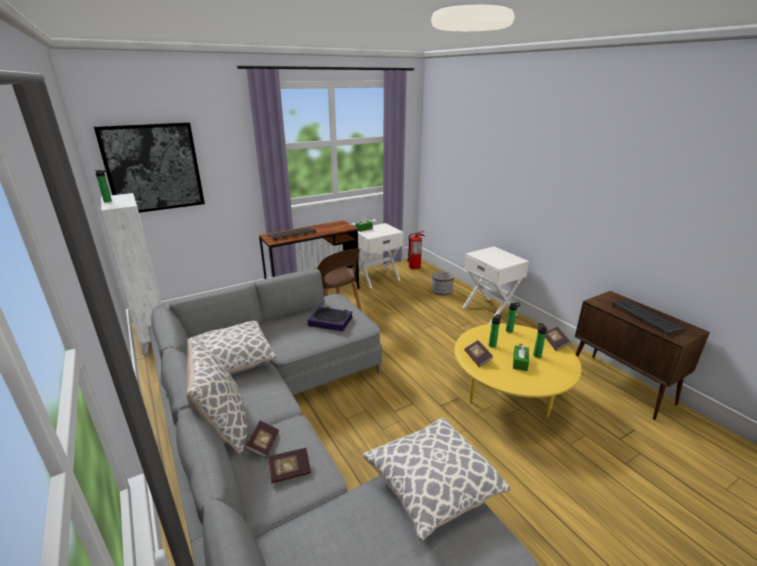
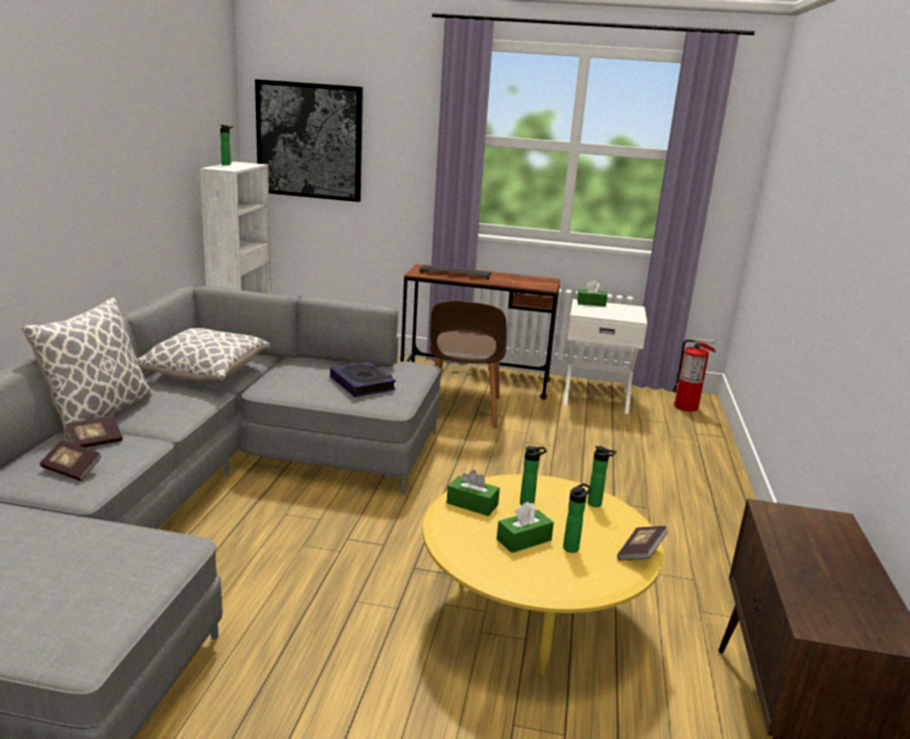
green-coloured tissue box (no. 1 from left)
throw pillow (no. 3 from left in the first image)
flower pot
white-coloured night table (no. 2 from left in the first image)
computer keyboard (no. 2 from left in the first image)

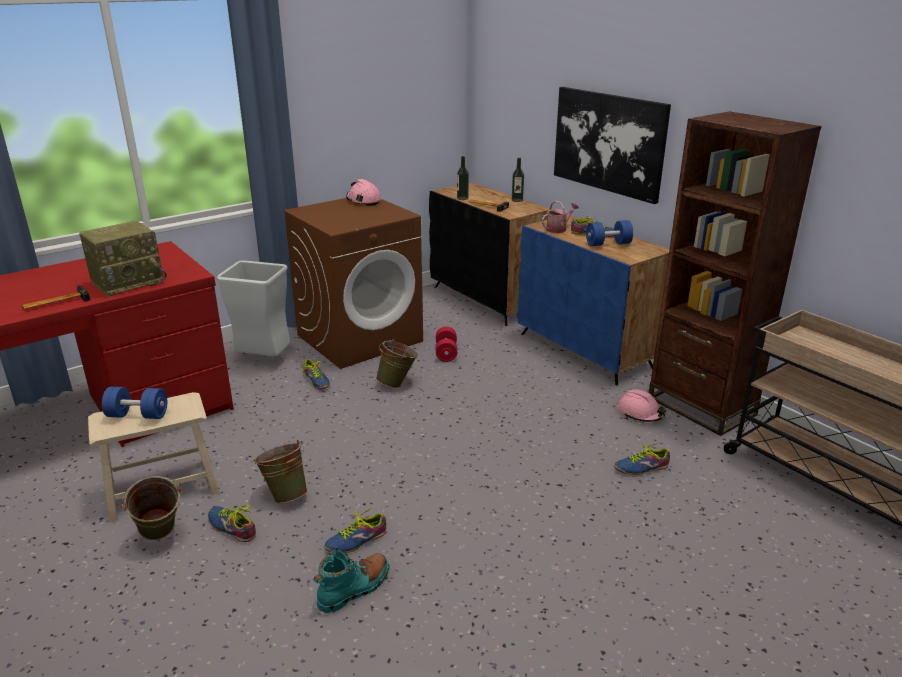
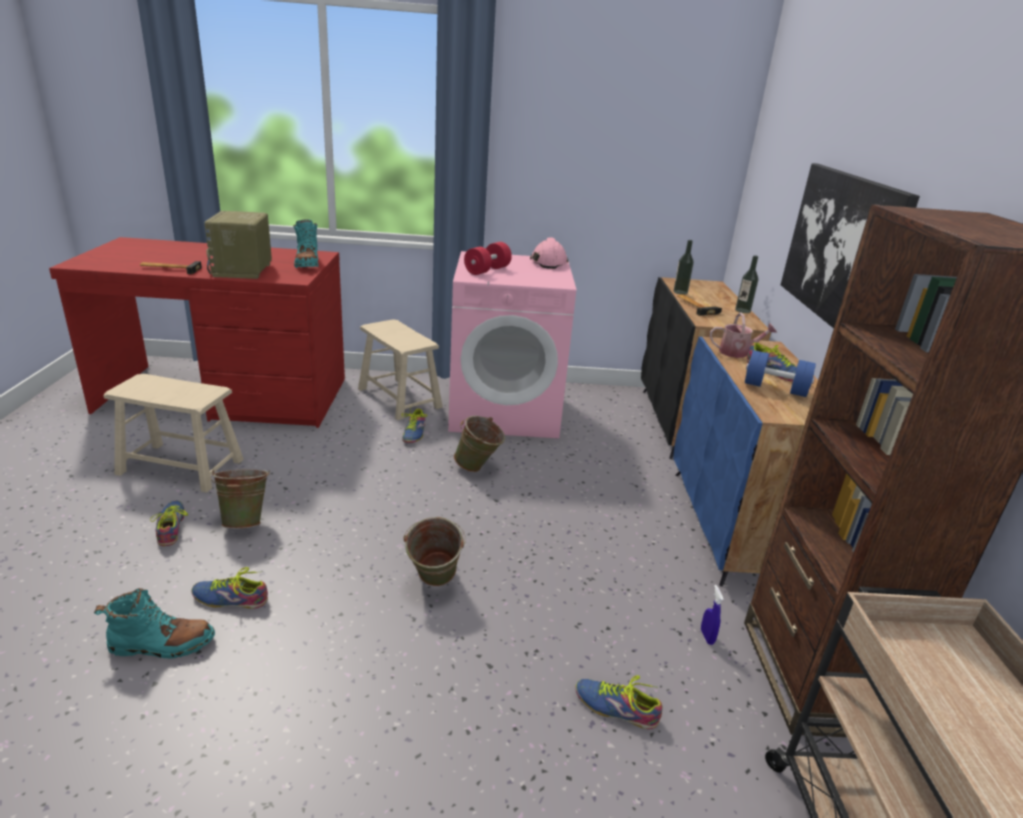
radio set
turquoise boot (no. 2 from left)
sand-coloured sitting stool (no. 2 from left)
green-coloured pail (no. 2 from left)
pink laundry appliance
reddish dumbbell
blue spray bottle
blue dumbbell (no. 1 from left in the first image)

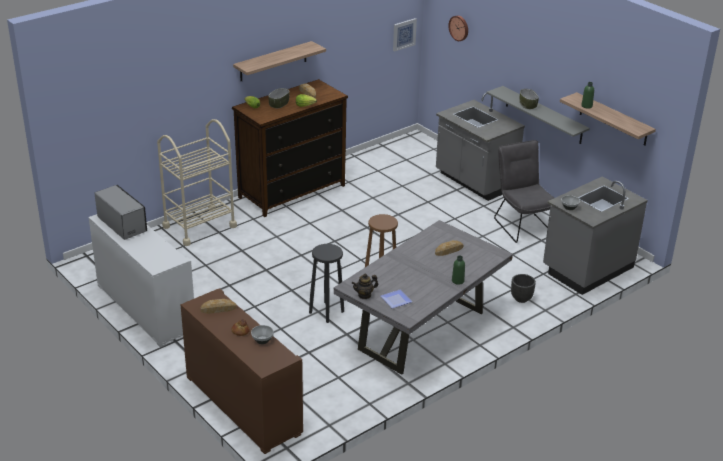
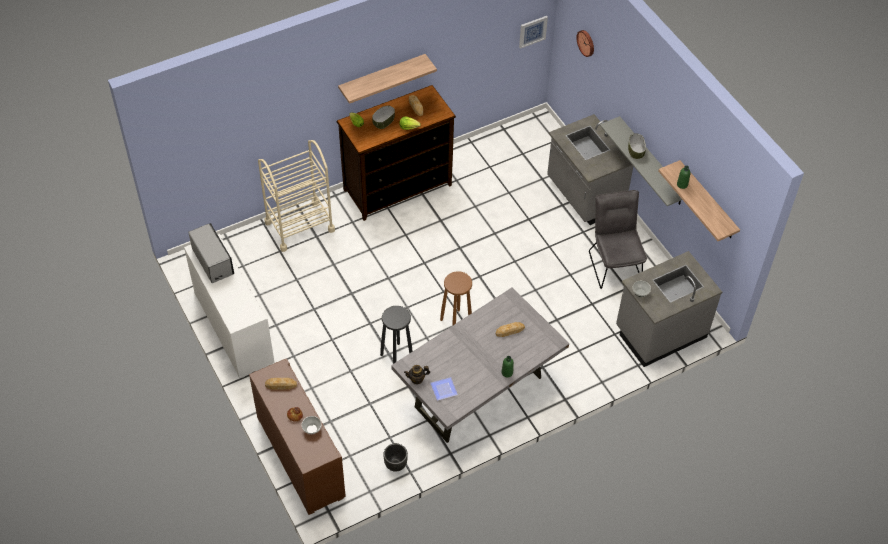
blackish flower pot

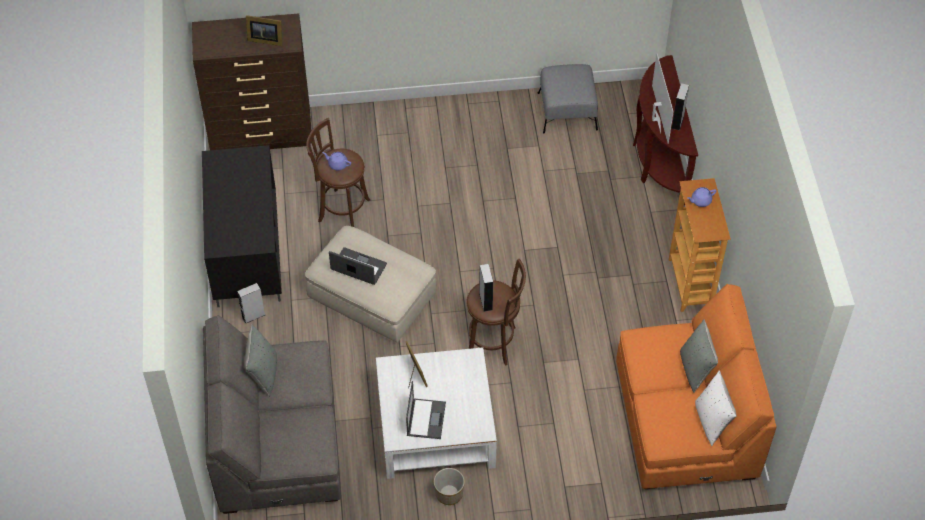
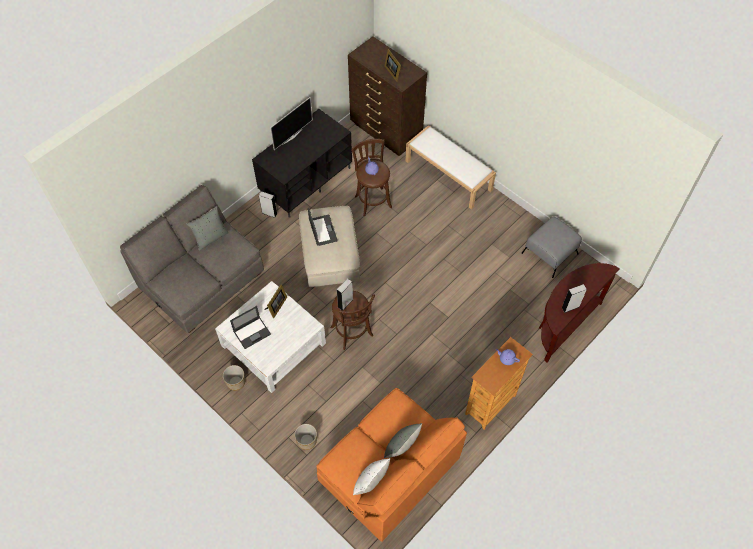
television
flower pot (no. 2 from left)
white-coloured bench

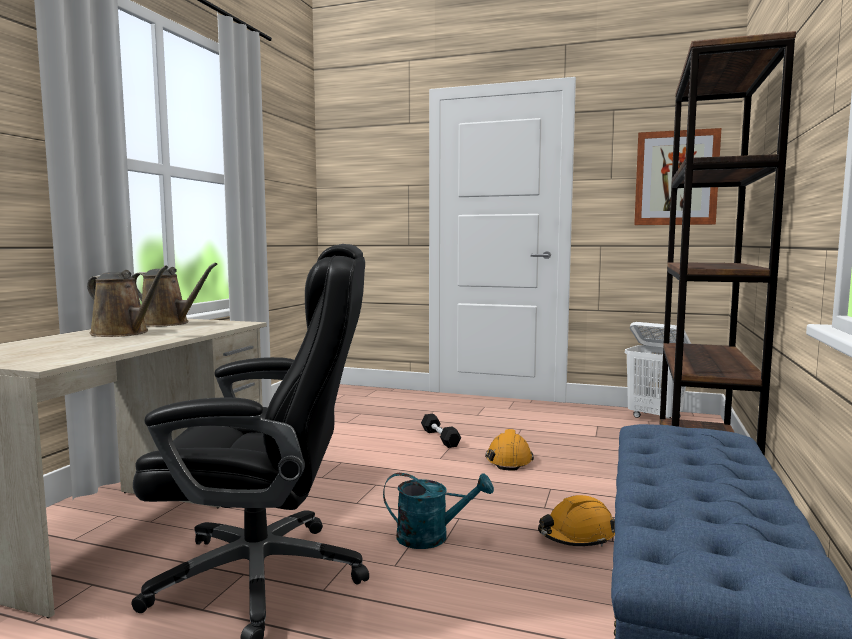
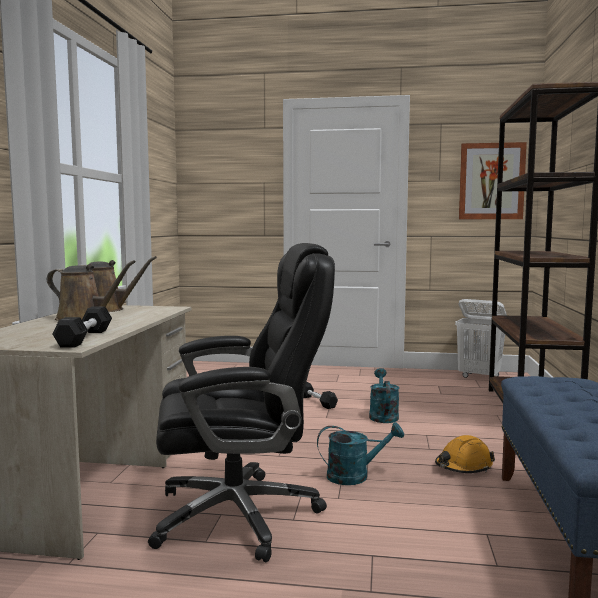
blackish dumbbell (no. 1 from left)
turquoise sprinkling can (no. 2 from left)

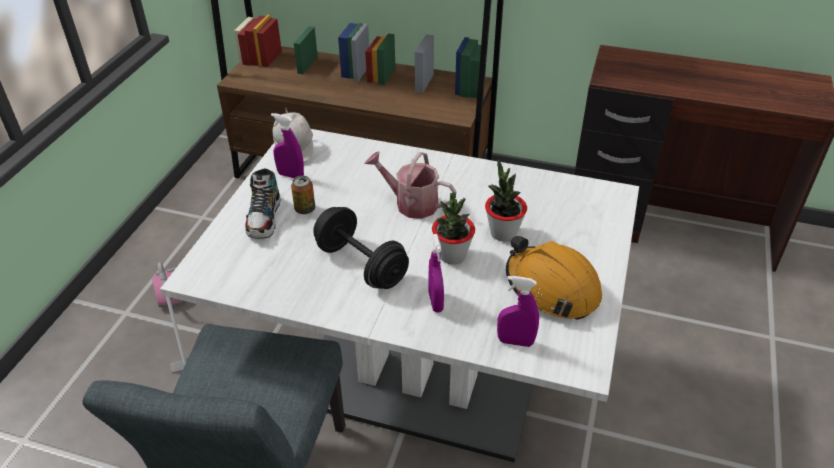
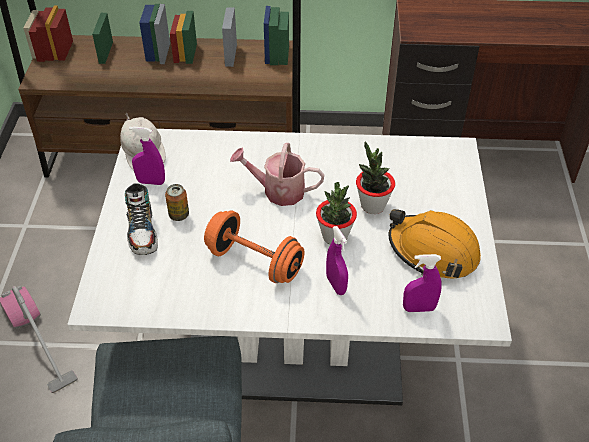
orangey dumbbell

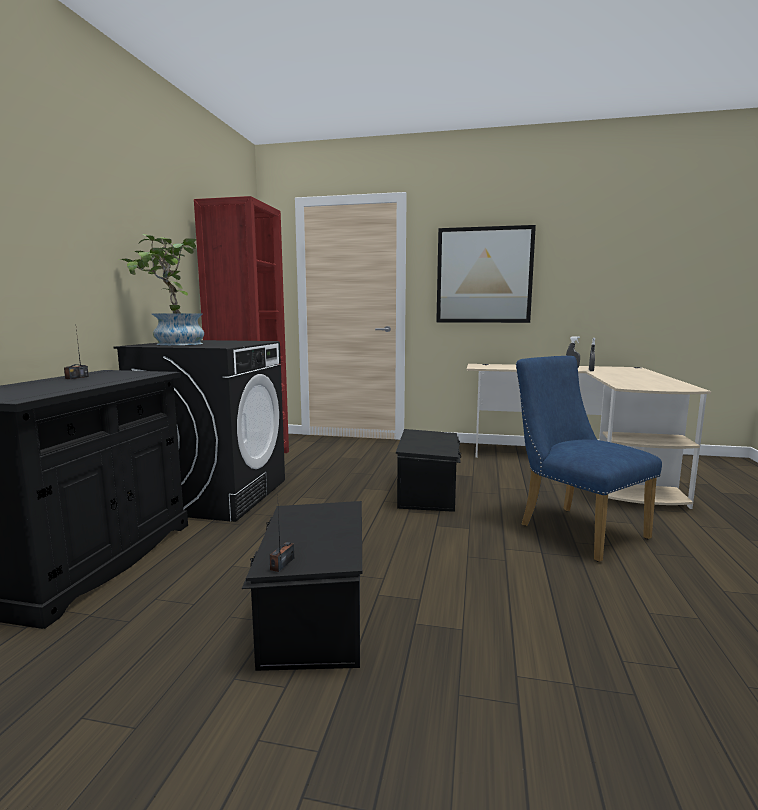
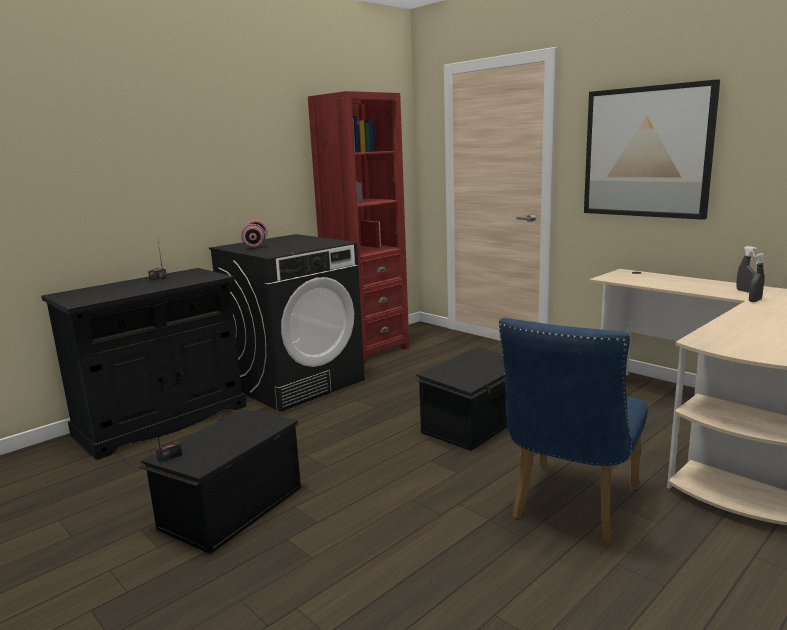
pink dumbbell
blue upright chair

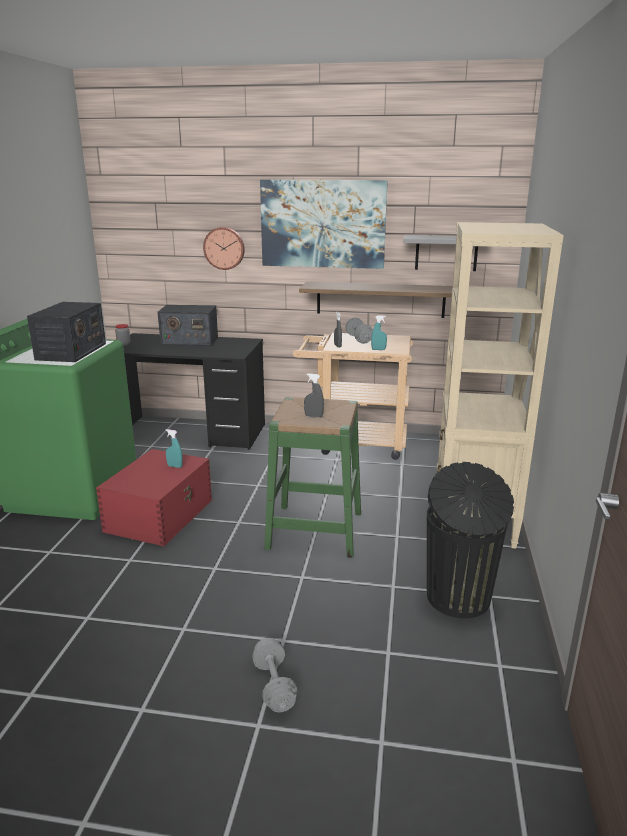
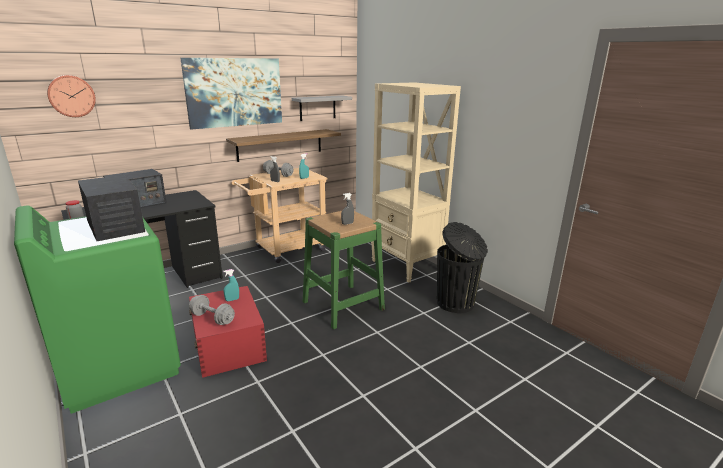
wall clock
gray dumbbell (no. 1 from left)

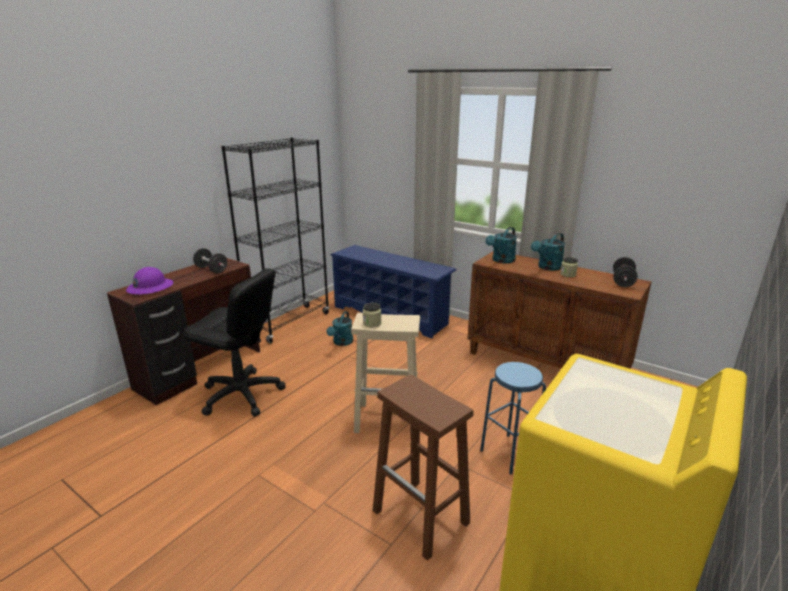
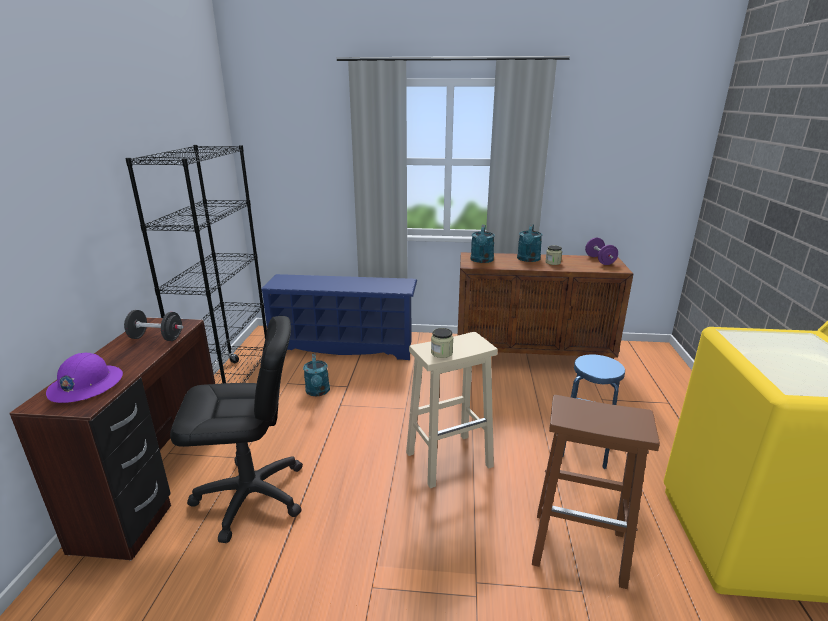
purple dumbbell

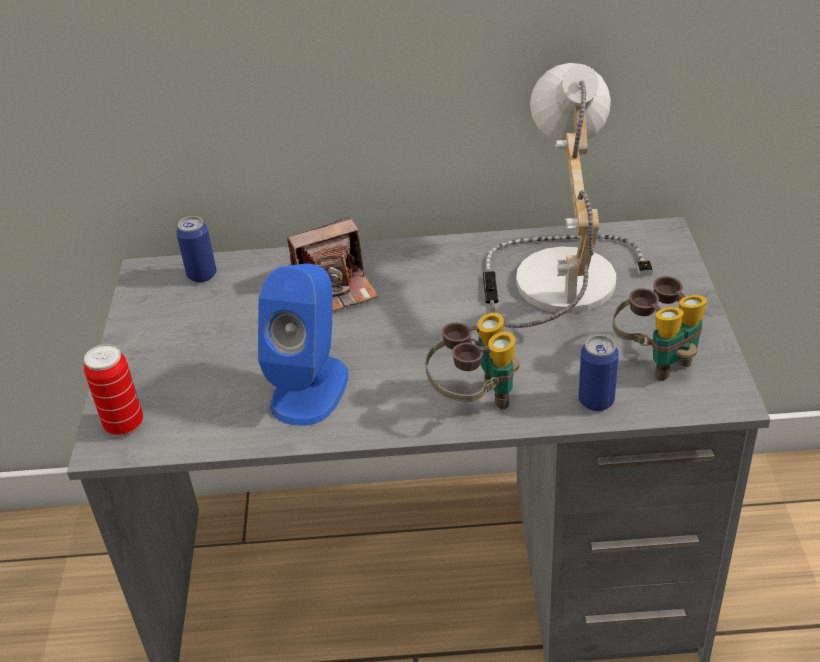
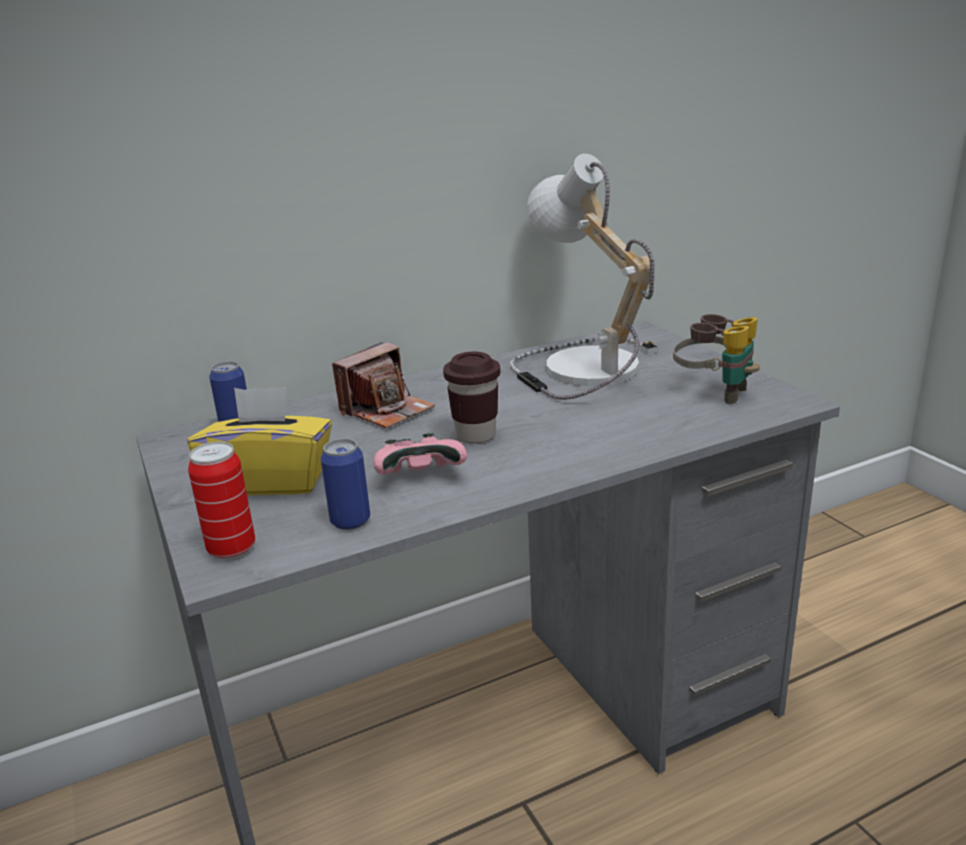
yellowish tissue box
sealed can (no. 3 from left)
pink game controller
brown-coloured small cup
binoculars (no. 1 from left in the first image)

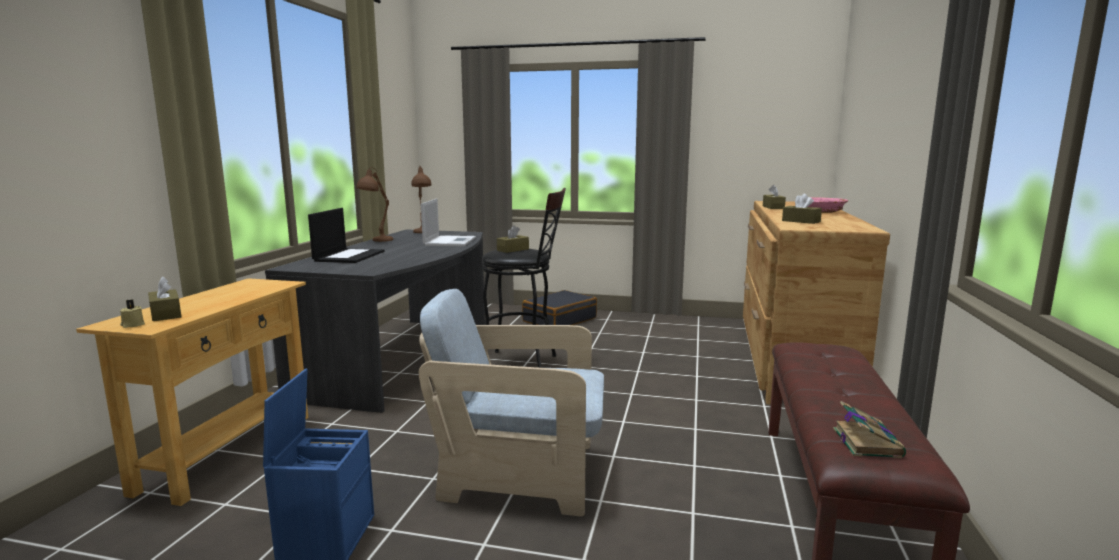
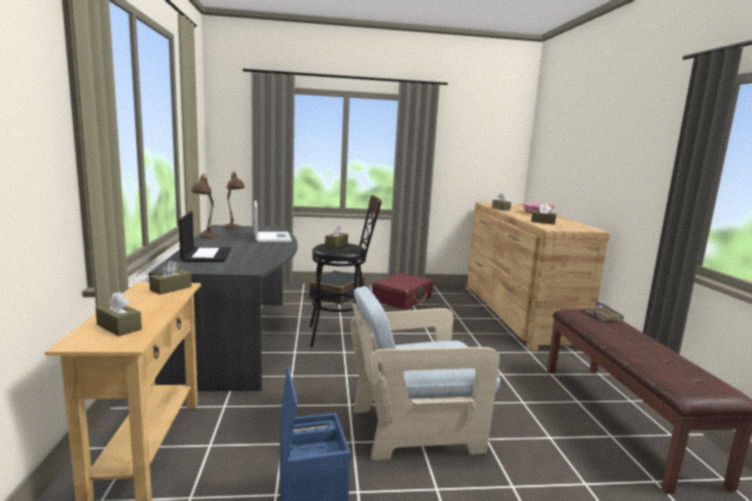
brown-coloured tissue box (no. 2 from left)
reddish travel case
book
sand-coloured wax light

